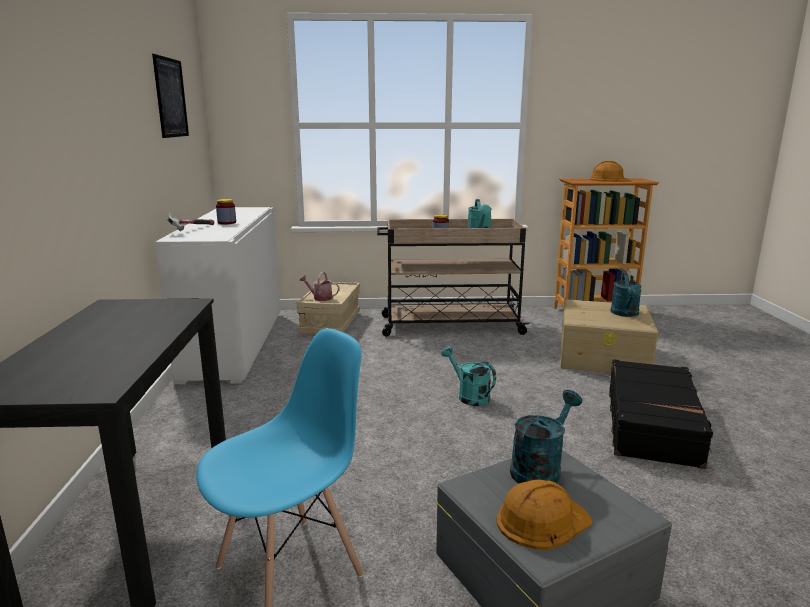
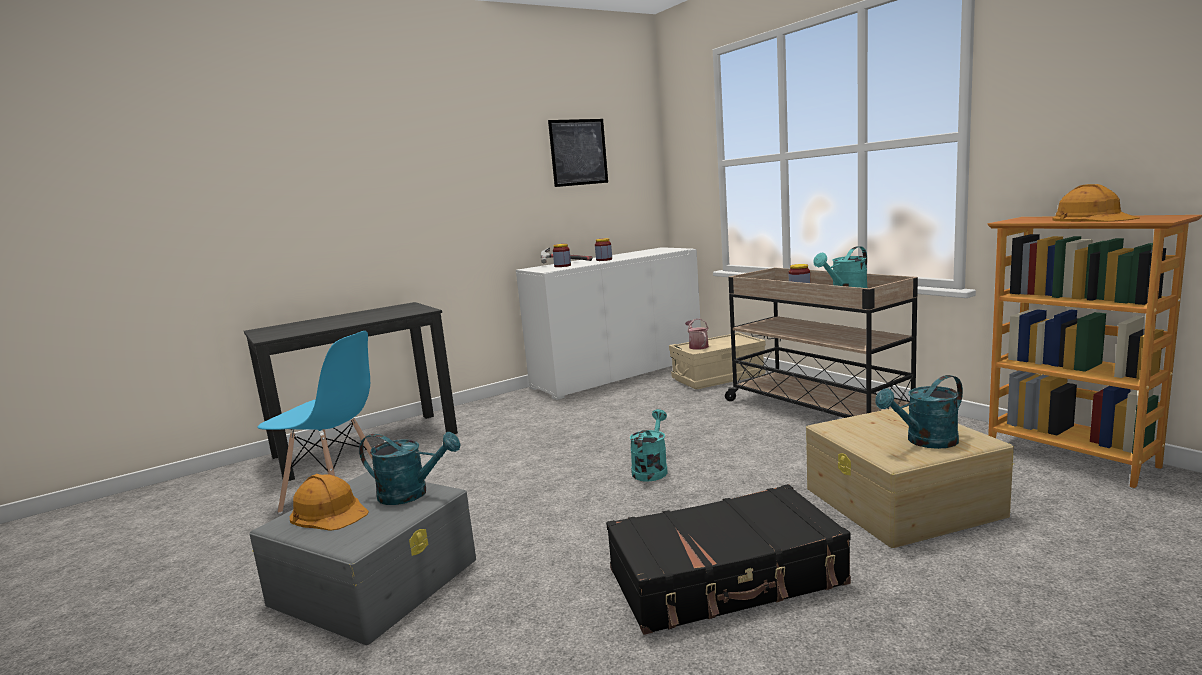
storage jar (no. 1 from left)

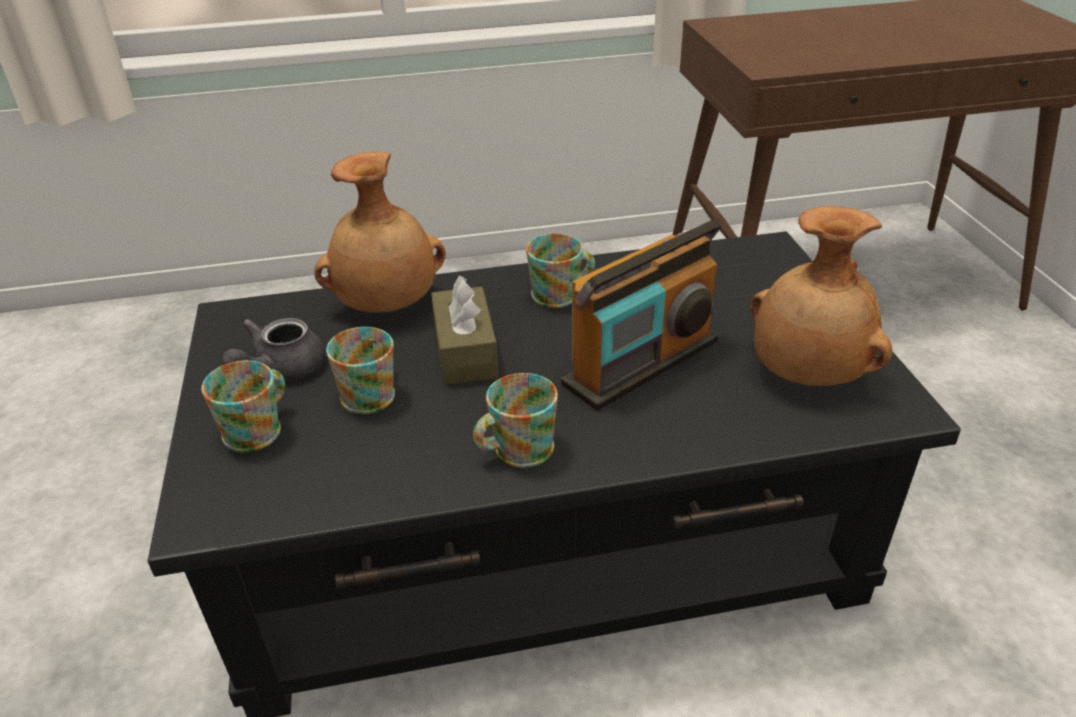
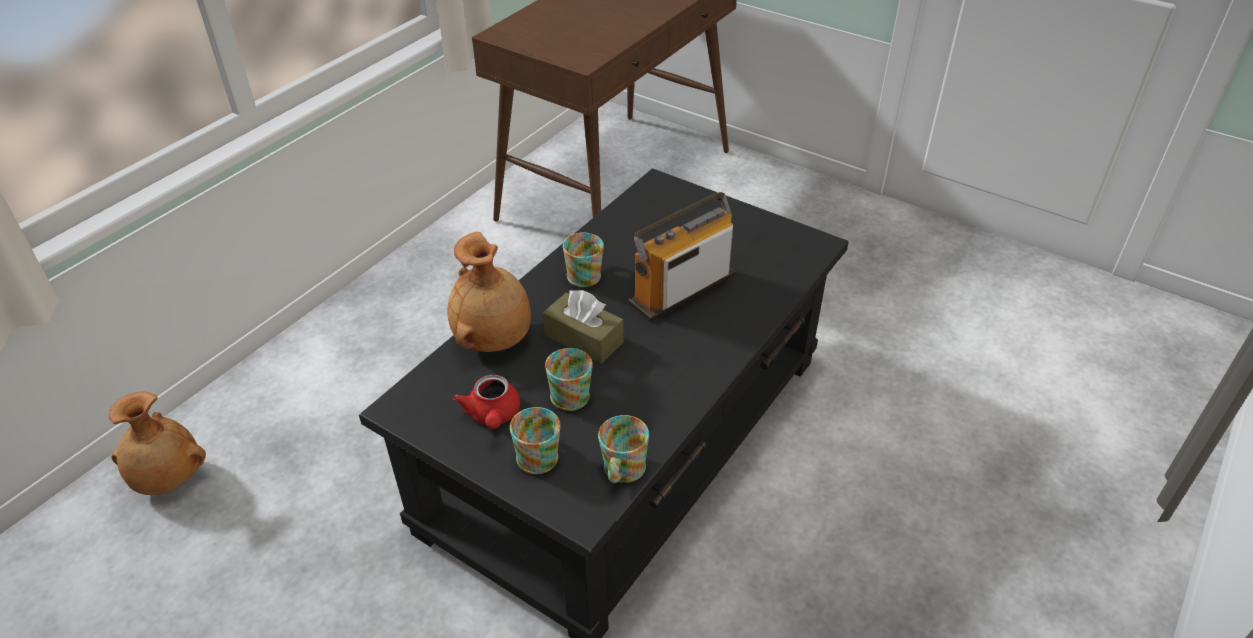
brown-coloured vase (no. 1 from left)
reddish pot for tea
tea mug (no. 4 from left)
radio set

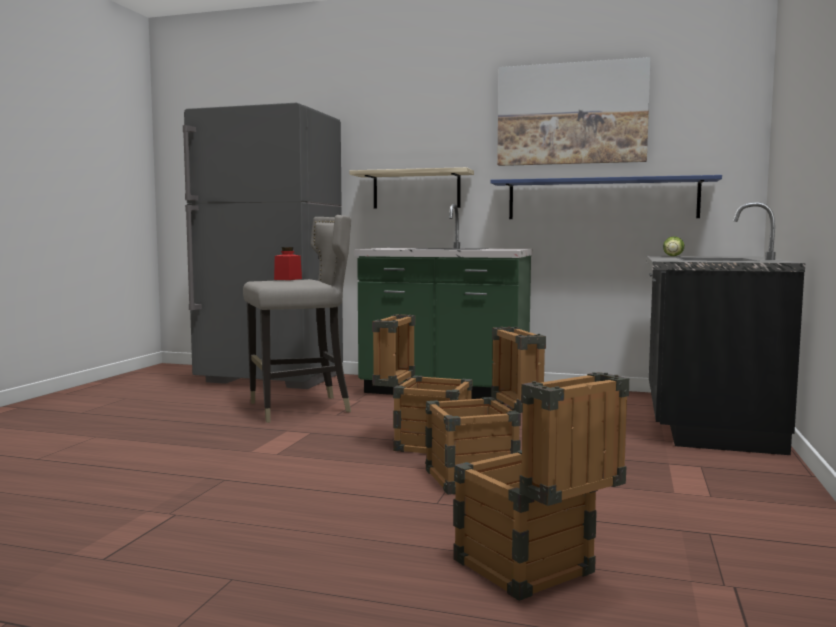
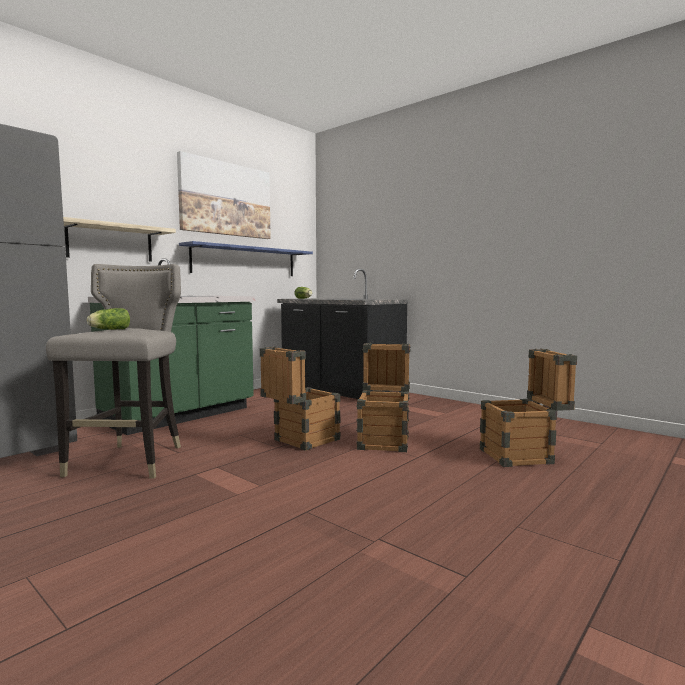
lettuce (no. 1 from left)

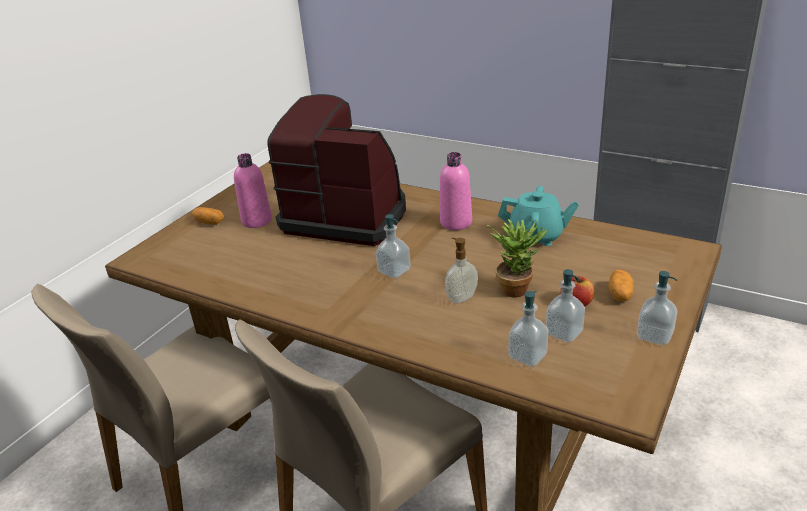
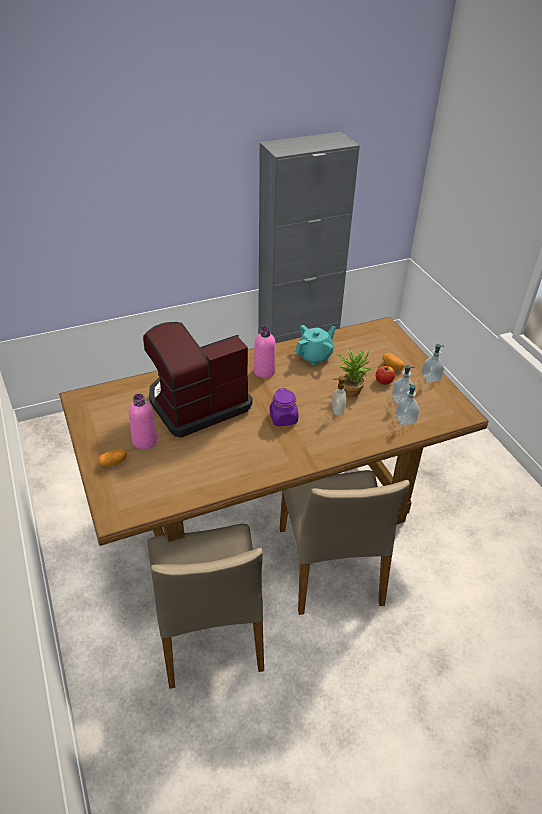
purple storage jar

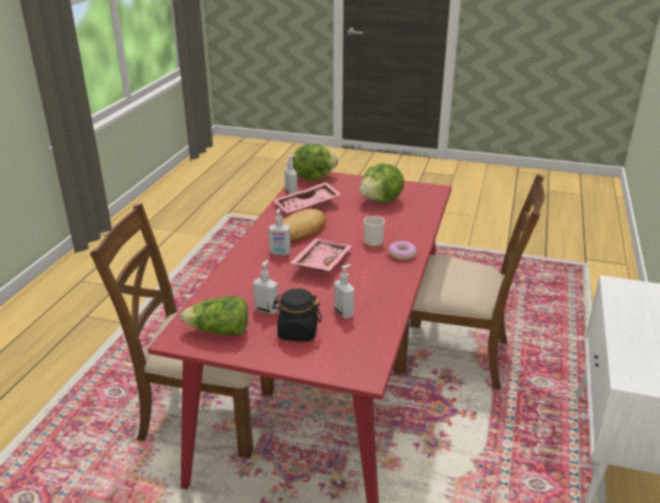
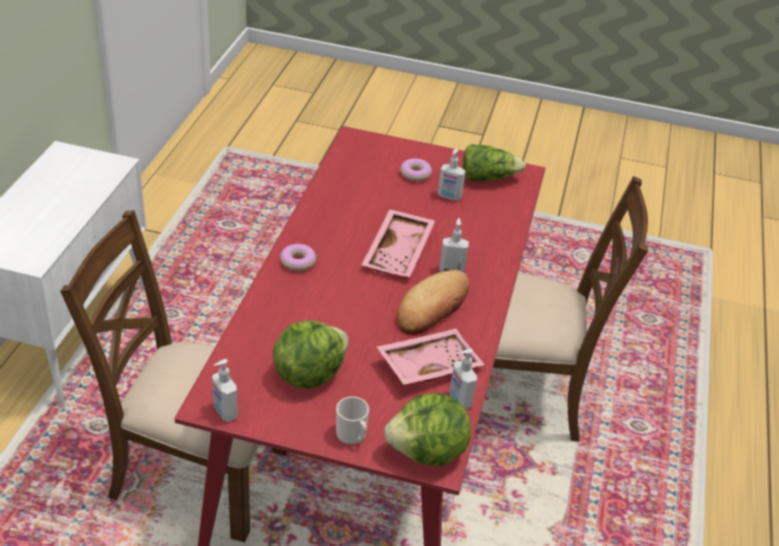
soap bottle (no. 1 from left)
tea mug
doughnut (no. 2 from left)

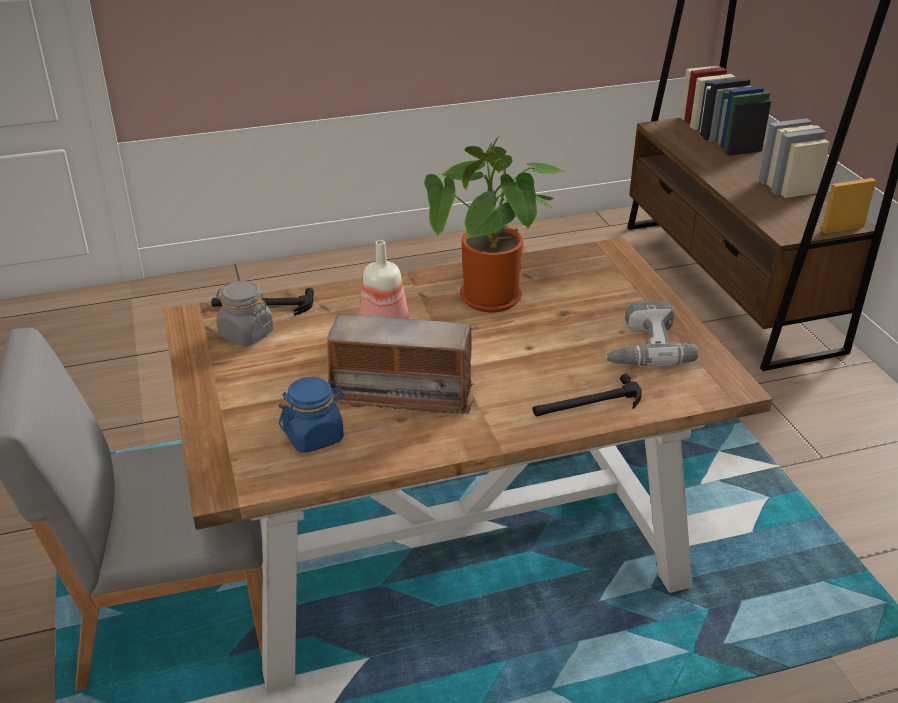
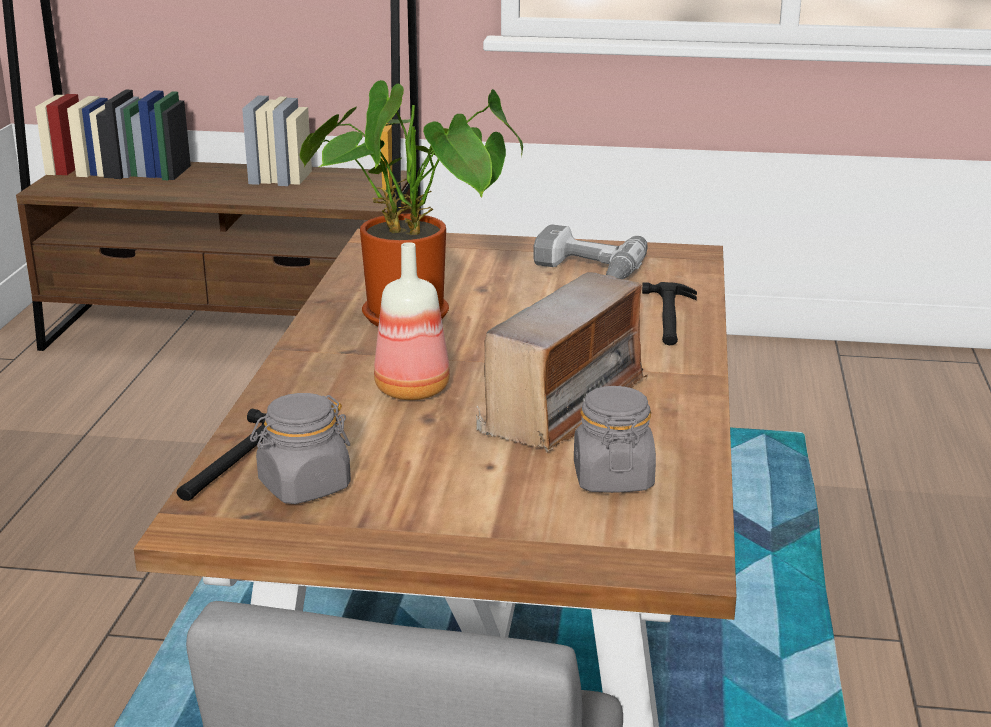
gray storage jar (no. 2 from left)

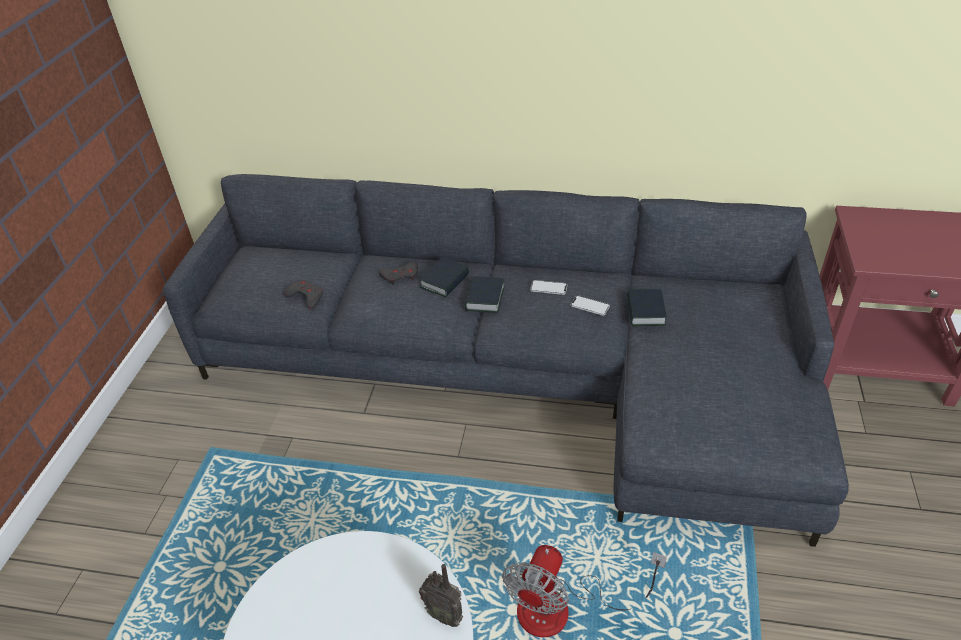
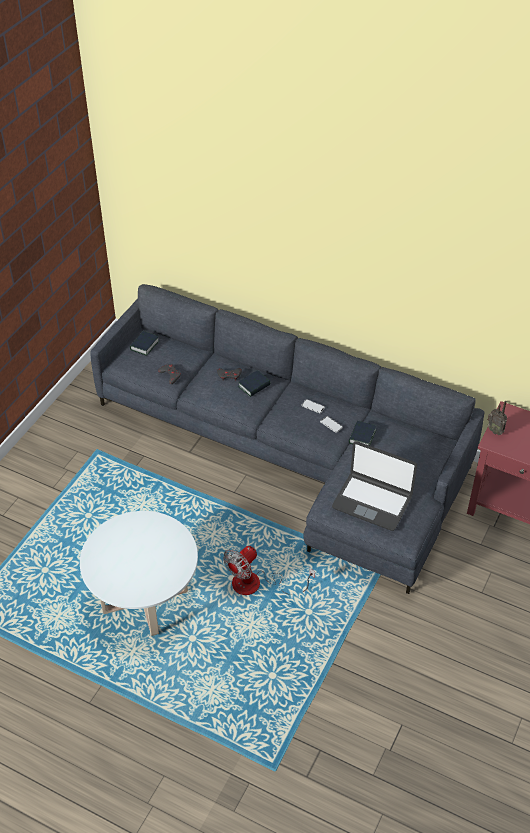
book (no. 1 from left)
portable computer
radio set

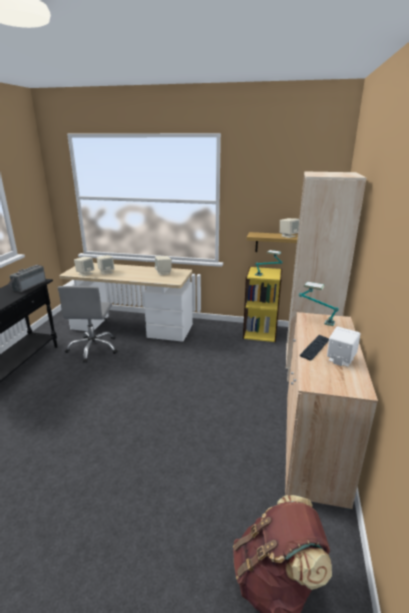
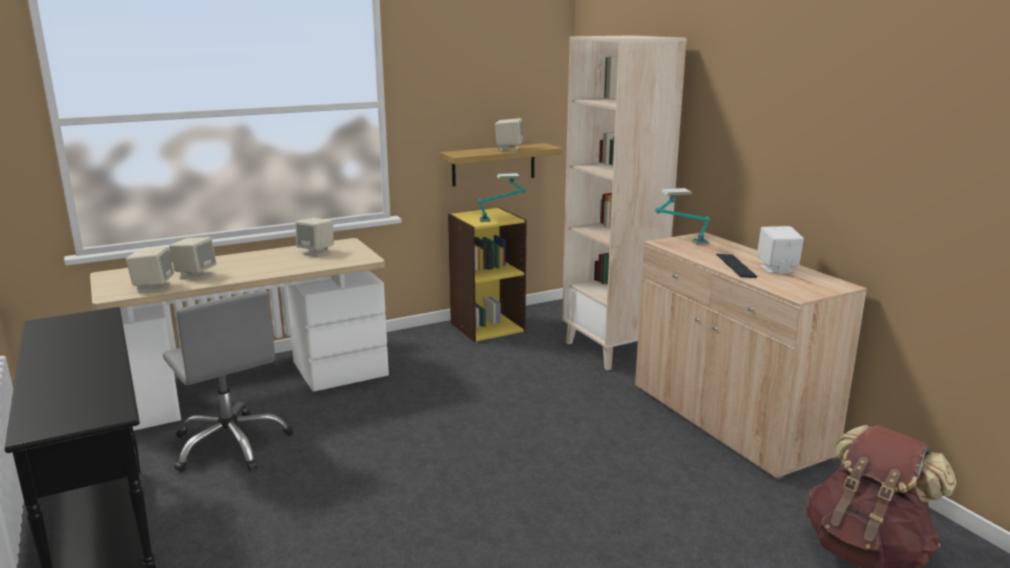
radio set

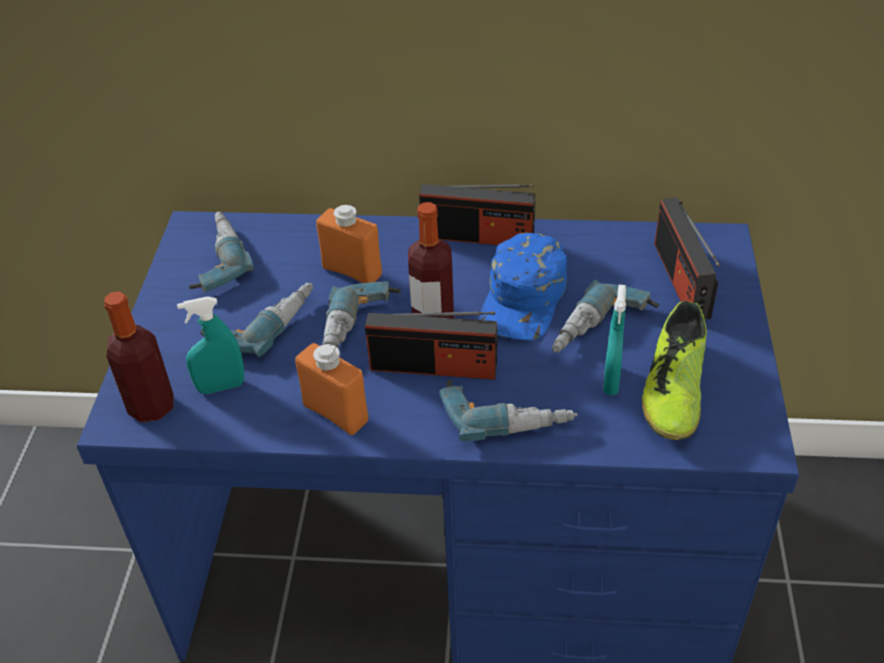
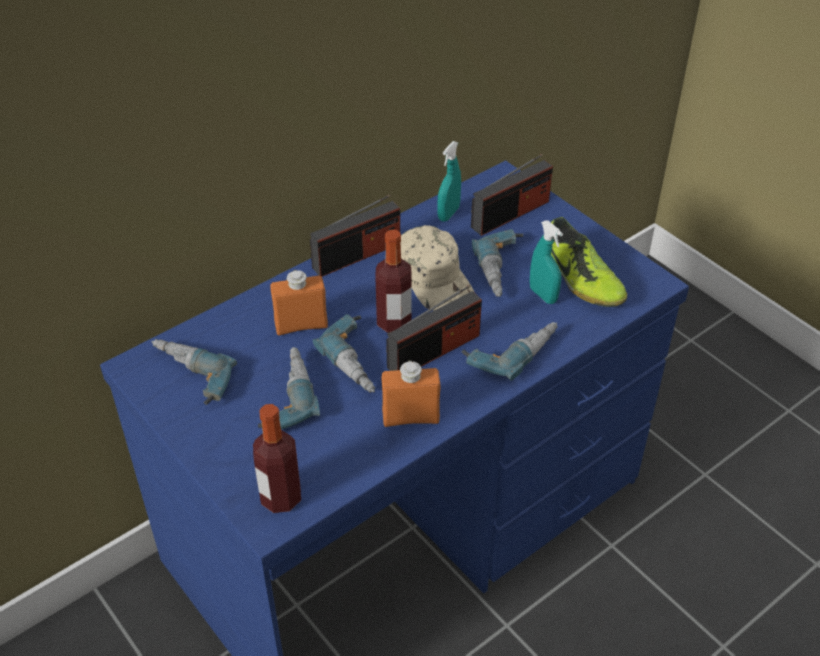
sand-coloured peaked cap
turquoise spray bottle (no. 1 from left)
radio set (no. 3 from left)

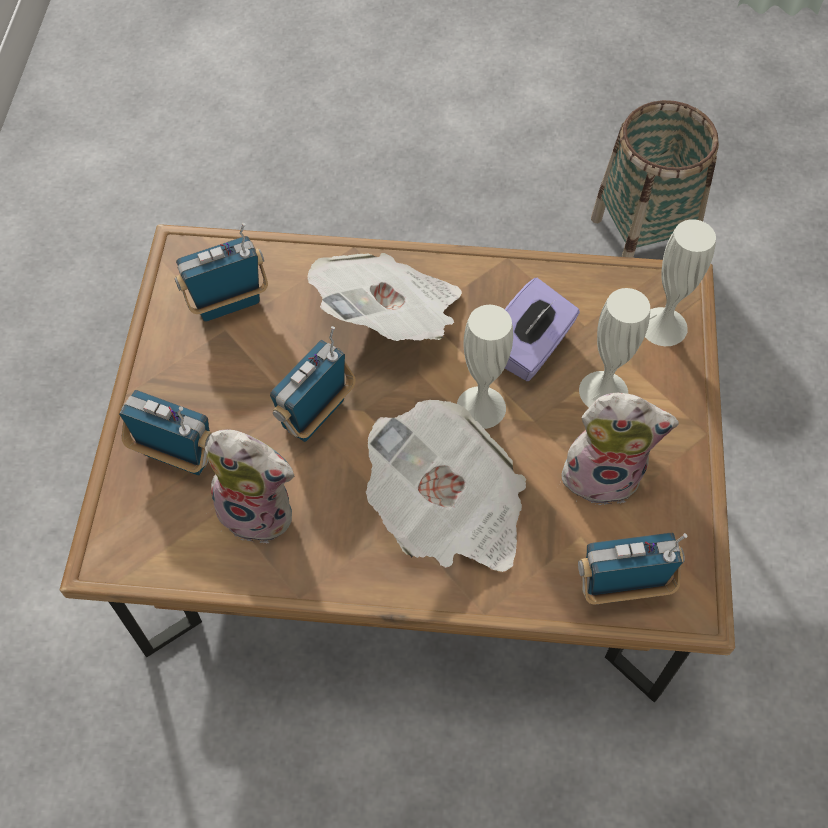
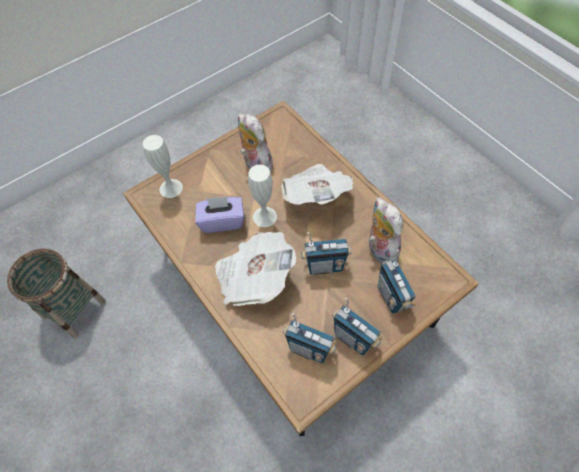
radio set (no. 3 from left)
white-coloured vase (no. 2 from left in the first image)

